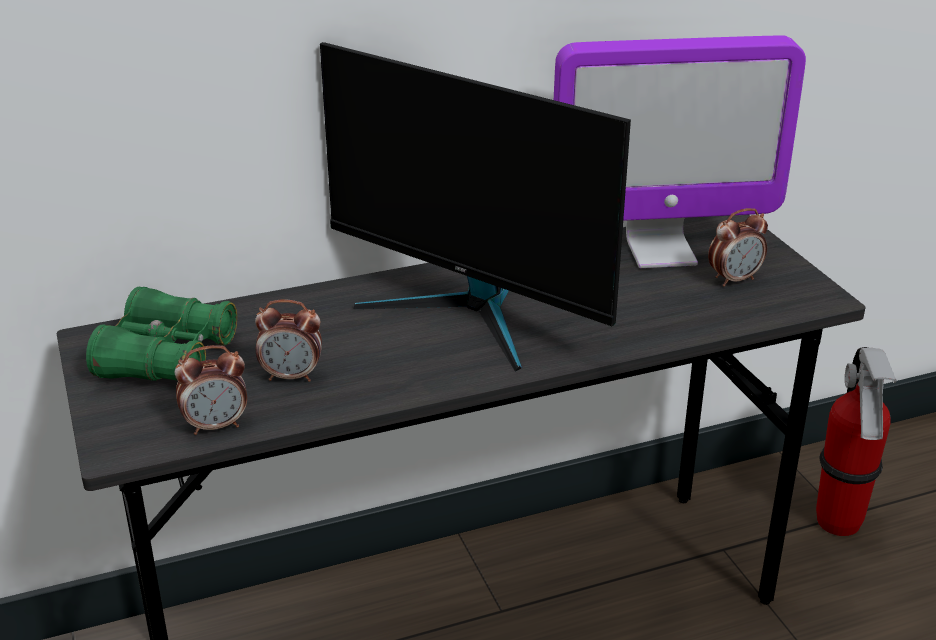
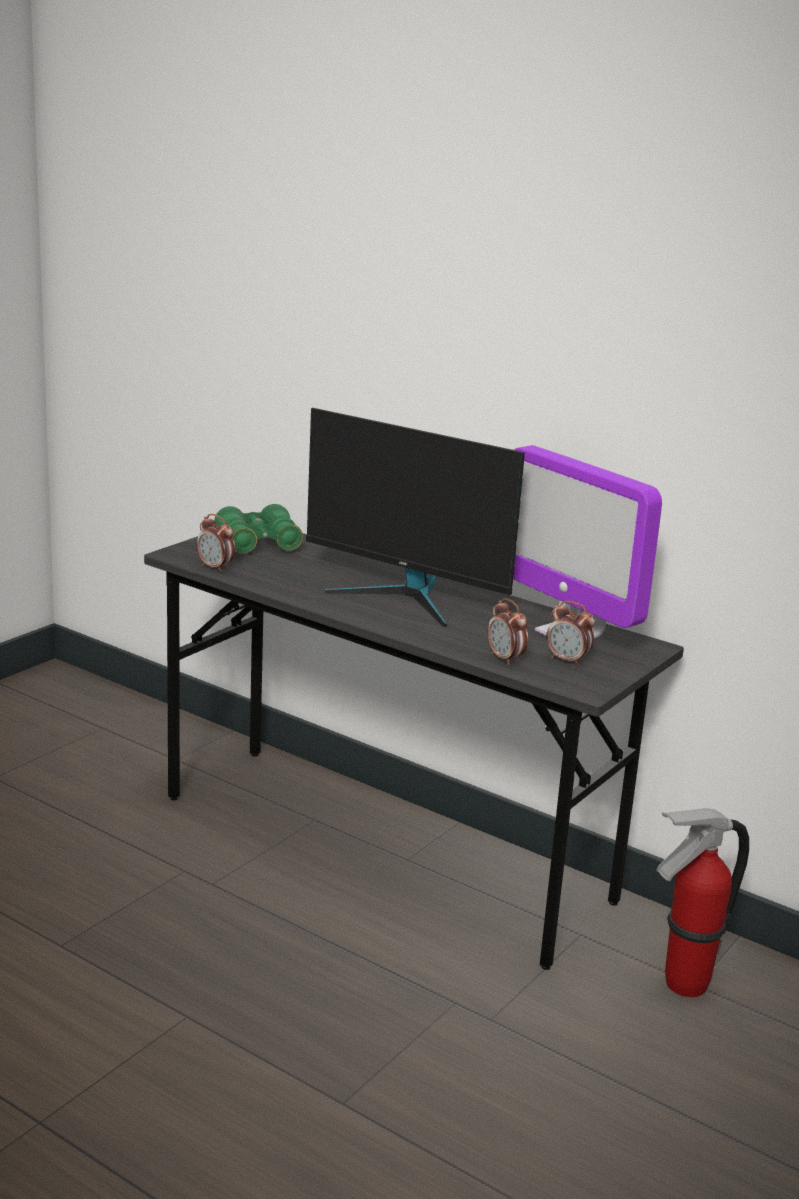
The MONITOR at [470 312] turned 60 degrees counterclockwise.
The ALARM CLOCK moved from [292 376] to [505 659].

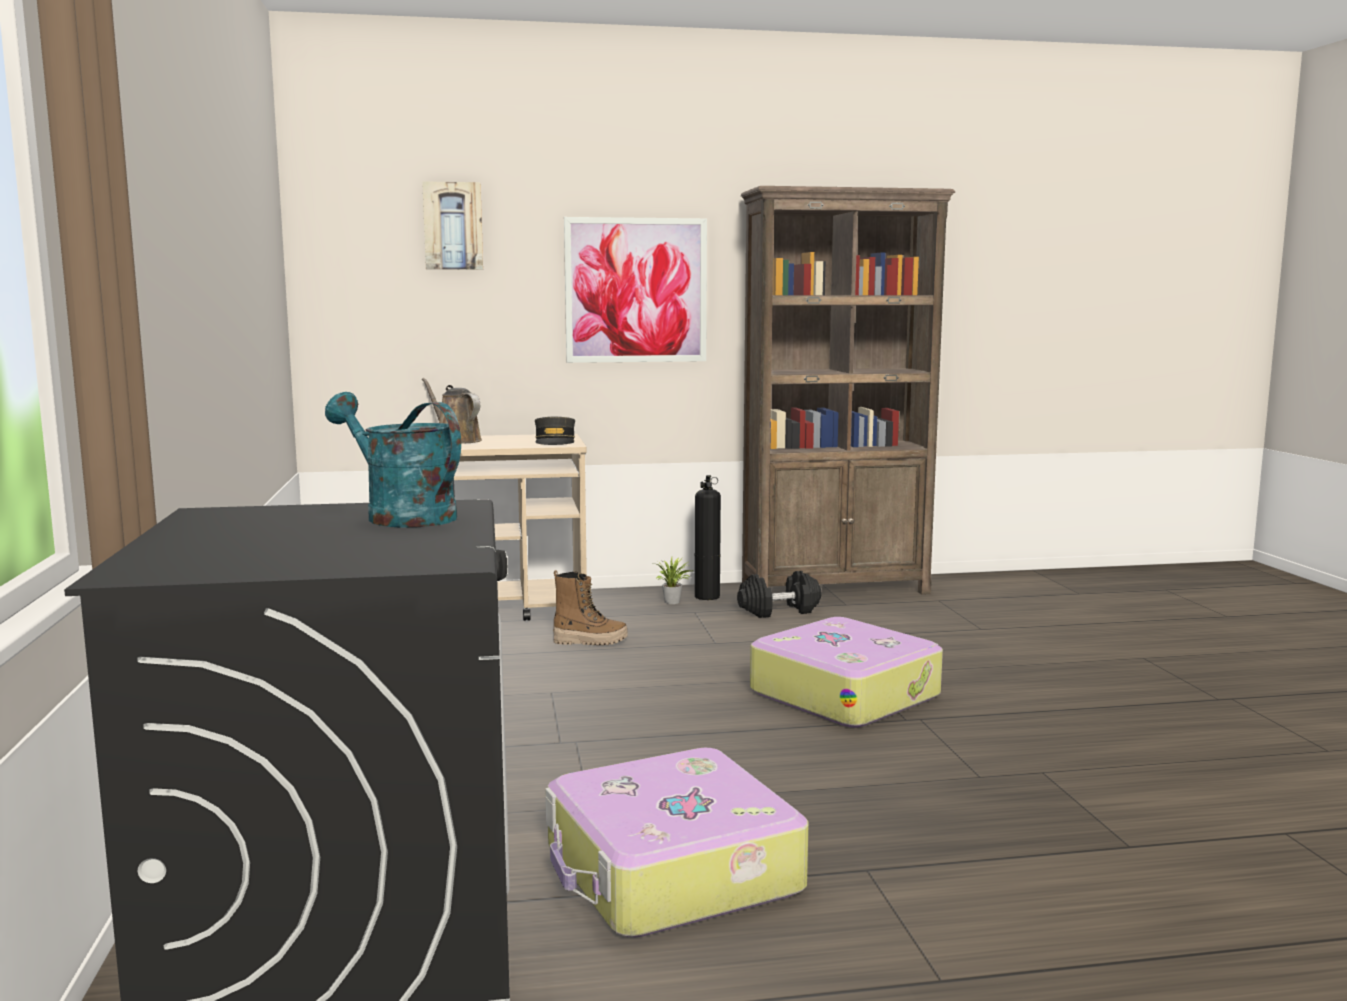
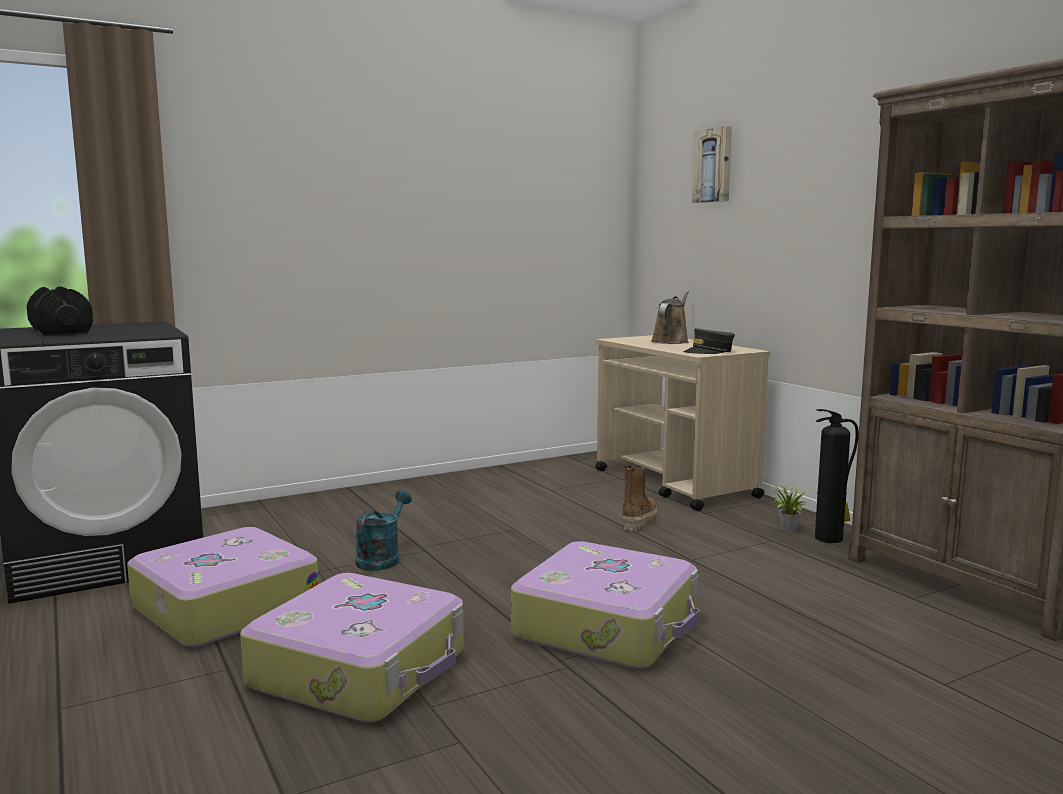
The BLACK DUMBBELL moved from [779 611] to [61 330].
The SUITCASE at [361 669] appeared.
The TURQUOISE WATERING CAN moved from [400 516] to [382 559].
The BOOT at [590 641] turned 135 degrees counterclockwise.
The PICTURE at [636 290] disappeared.

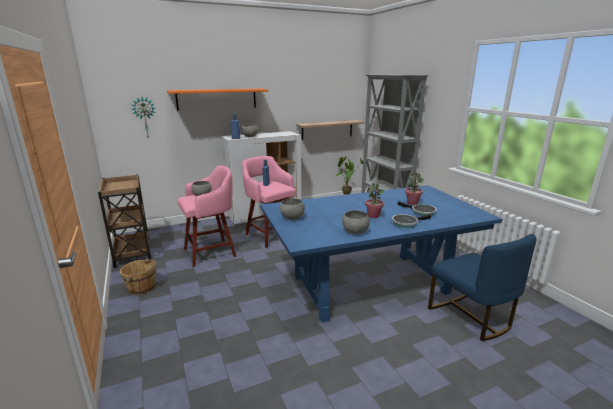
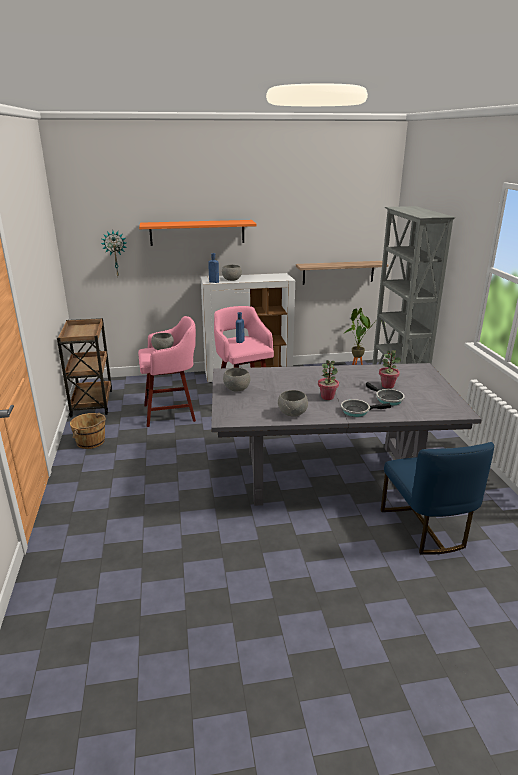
The BLUE DINING TABLE at [369 284] became the GREY DINING TABLE at [327 474].

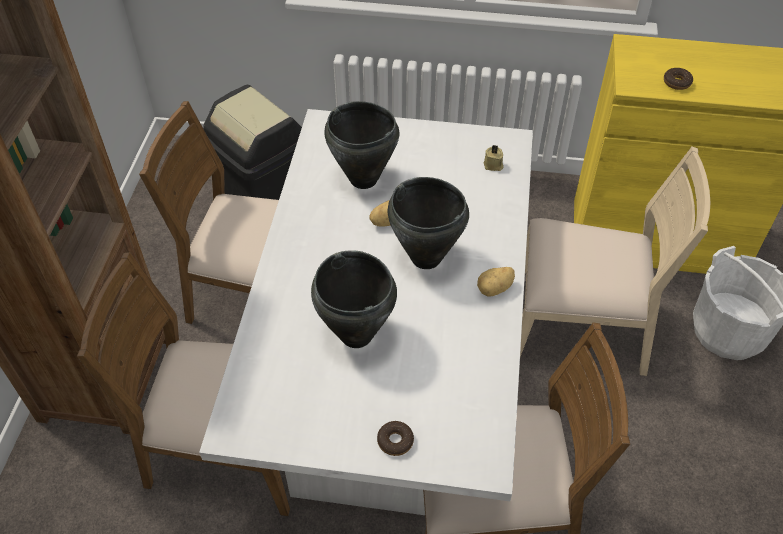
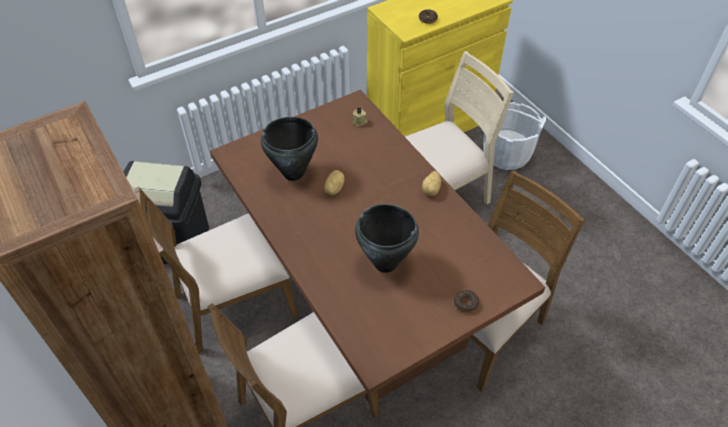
The WHITE DINING TABLE at [393 383] became the BROWN DINING TABLE at [365 298].
The BLACK COOKING POT at [426 258] disappeared.

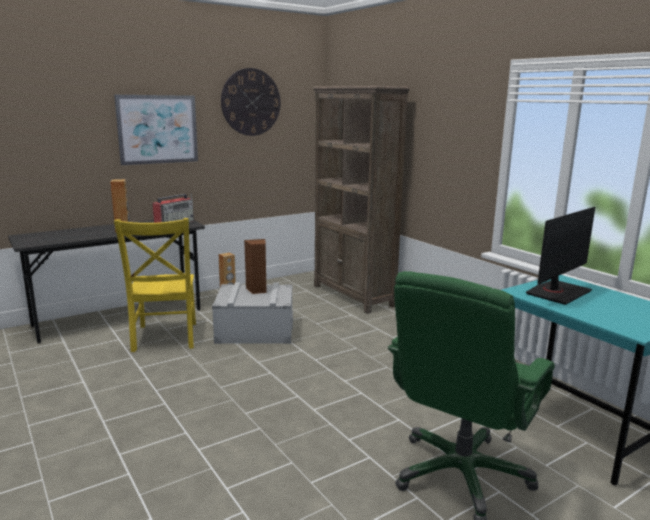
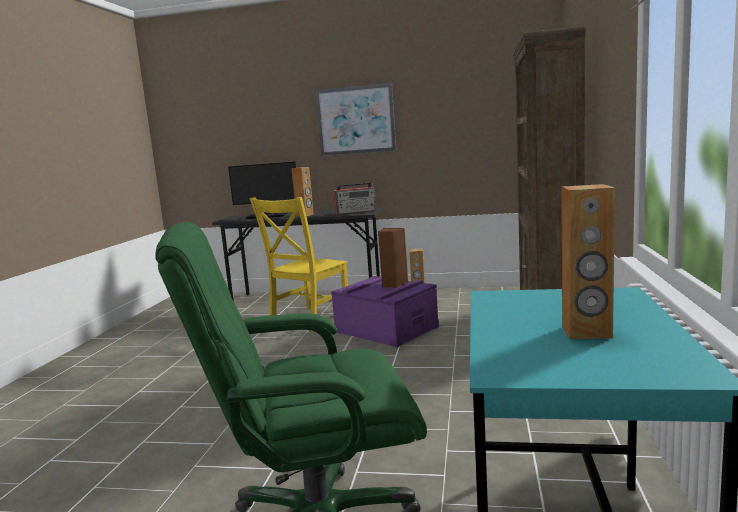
The MONITOR moved from [557 292] to [267 215].
The GREY STORAGE BOX at [255 331] became the PURPLE STORAGE BOX at [386 329].
The BROWN SPEAKER at [586 332] appeared.
The WALL CLOCK at [251 102] disappeared.

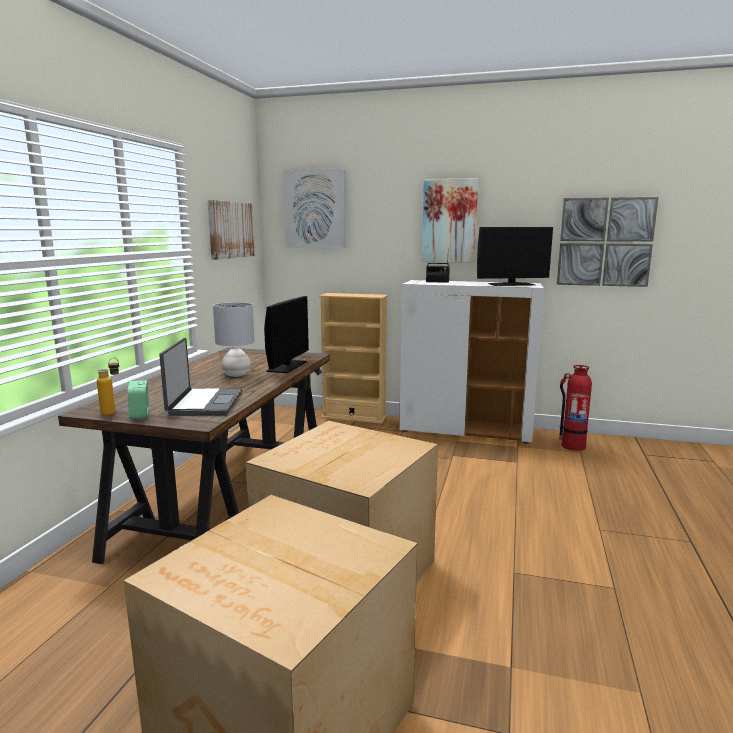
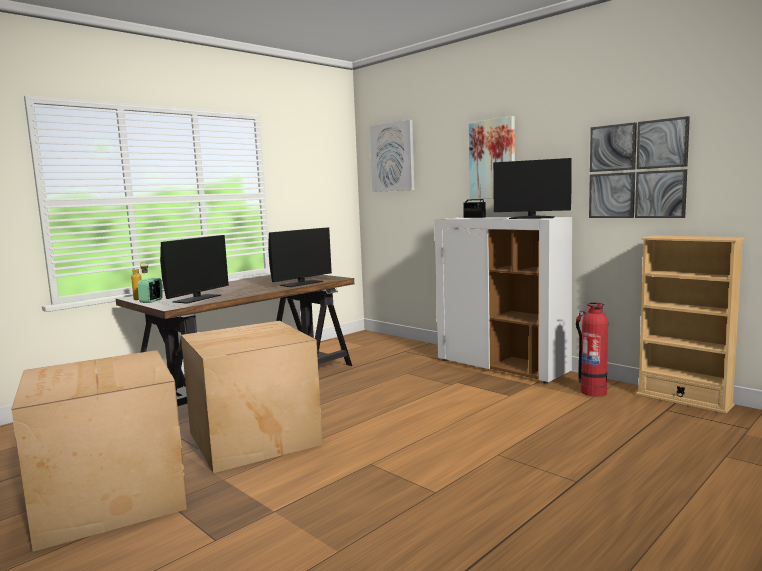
The LAPTOP at [204 403] was replaced by the MONITOR at [197 298].
The BEIGE BOOKCASE moved from [354 417] to [683 400].
The PICTURE at [231 230] disappeared.
The GREY TABLE LAMP at [236 374] disappeared.

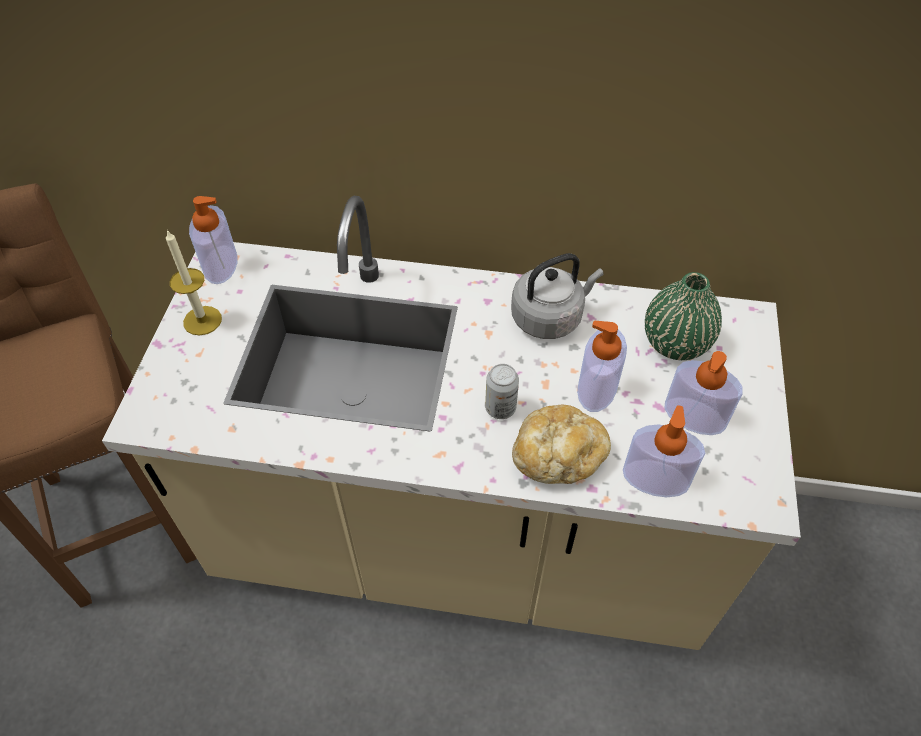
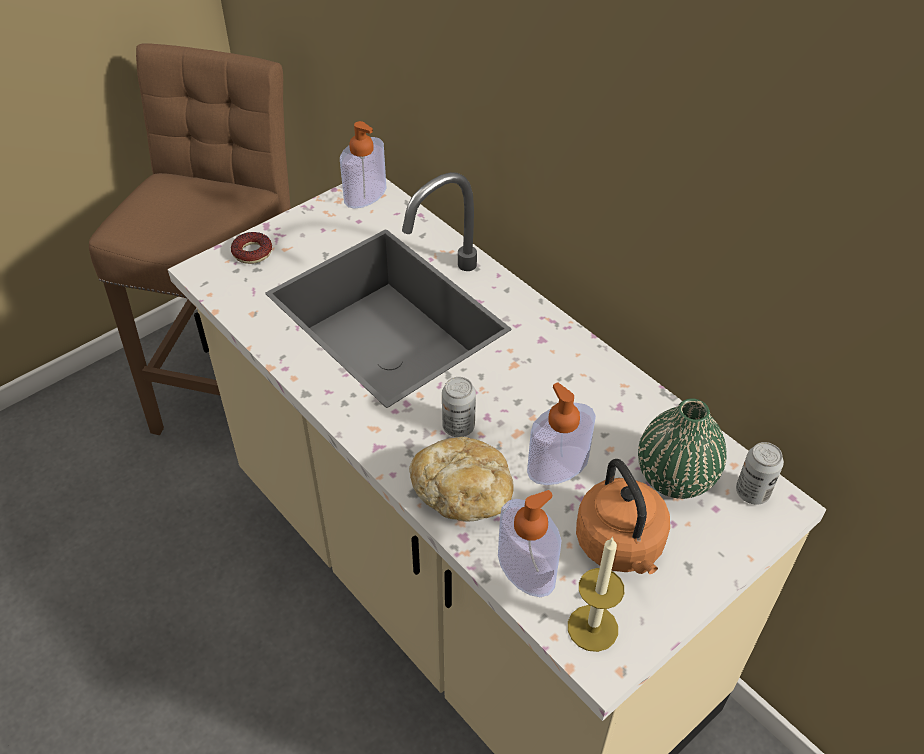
The DONUT at [252 252] appeared.
The CANDLE moved from [202 320] to [592 628].
The SOAP DISPENSER at [694 416] was replaced by the ORANGE KETTLE at [621 546].
The CAN at [752 492] appeared.
The GREY KETTLE at [549 317] disappeared.

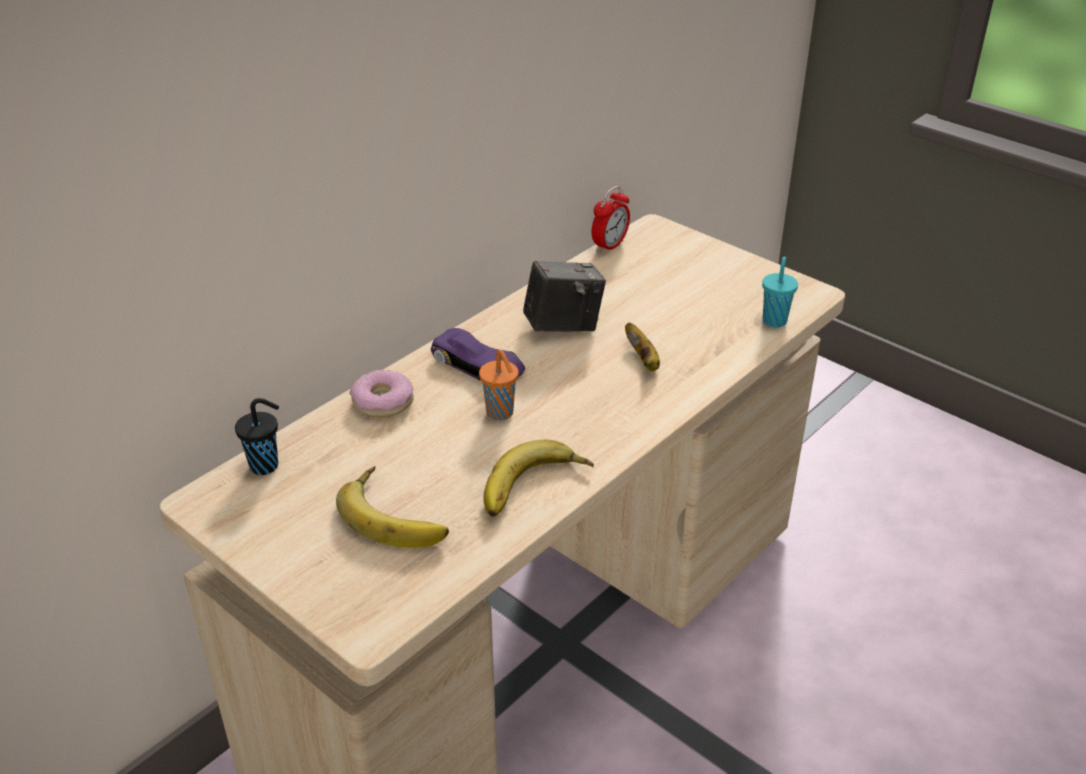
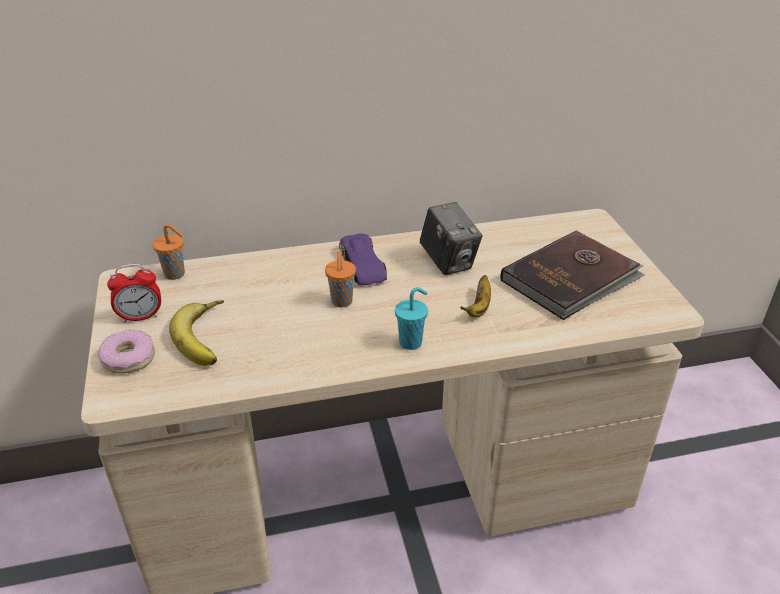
The DONUT moved from [383 402] to [129 358].
The ALARM CLOCK moved from [610 246] to [141 317].
The BLACK CUP at [266 465] became the ORANGE CUP at [176 274].
The TURQUOISE CUP moved from [774 320] to [411 342].
The PHOTO CAMERA at [563 326] turned 45 degrees clockwise.
The BROWN BOOK at [571 279] appeared.
The BANANA at [535 489] disappeared.

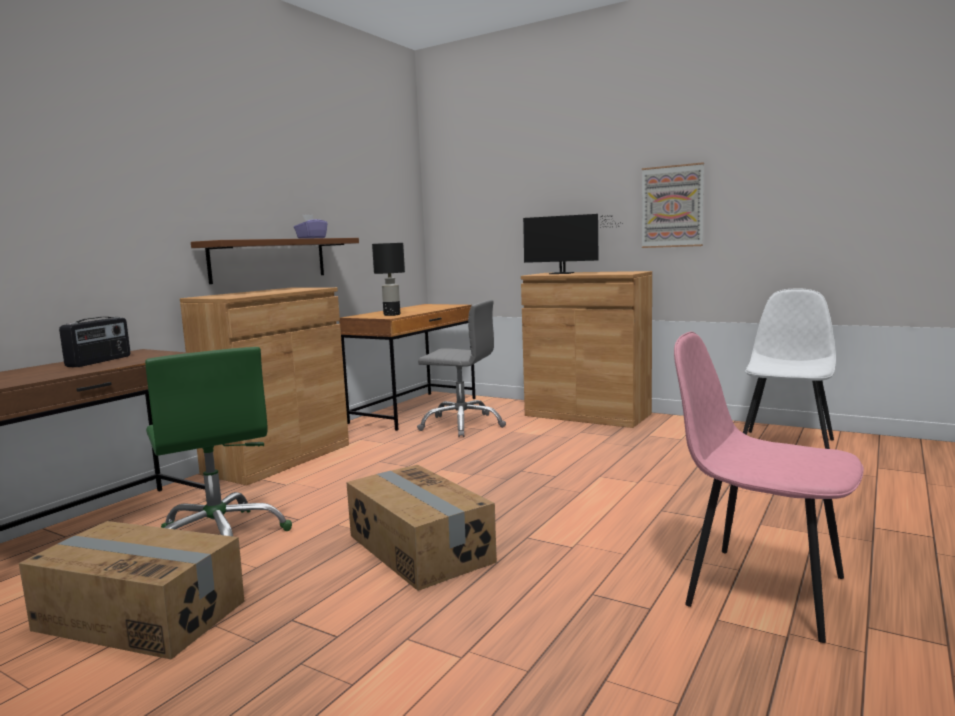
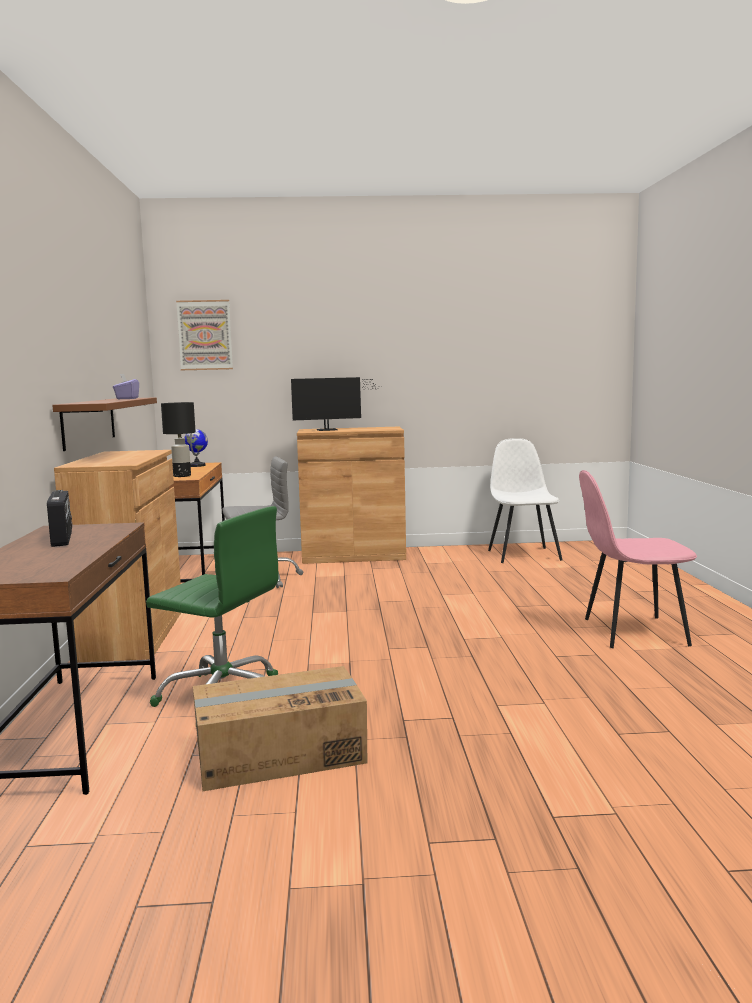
The PICTURE moved from [672 206] to [205 335].
The GLOBE at [197 465] appeared.
The CARDBOARD BOX at [418 549] disappeared.

